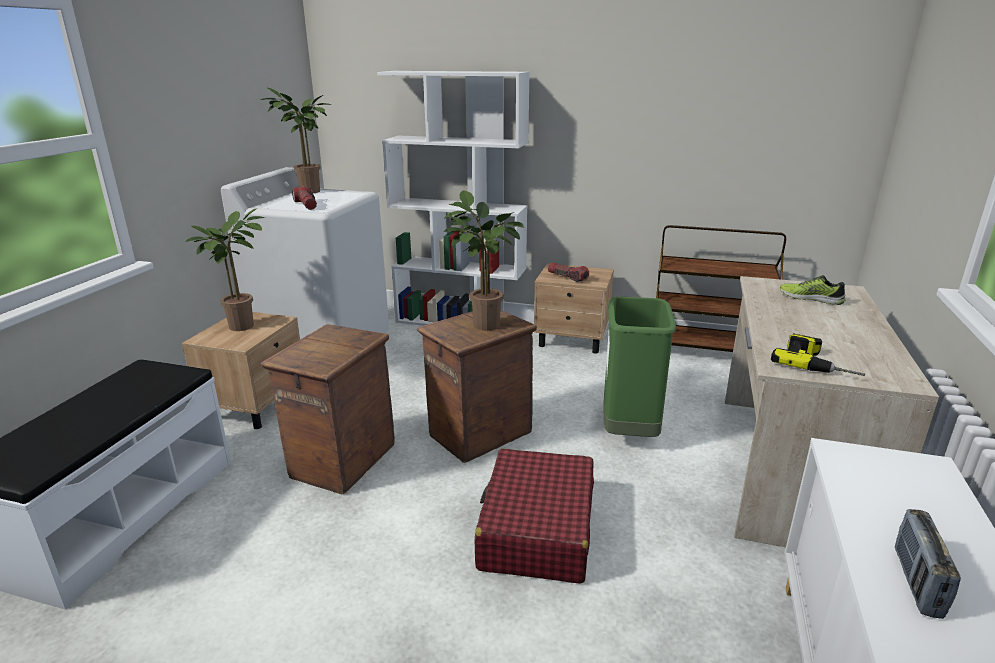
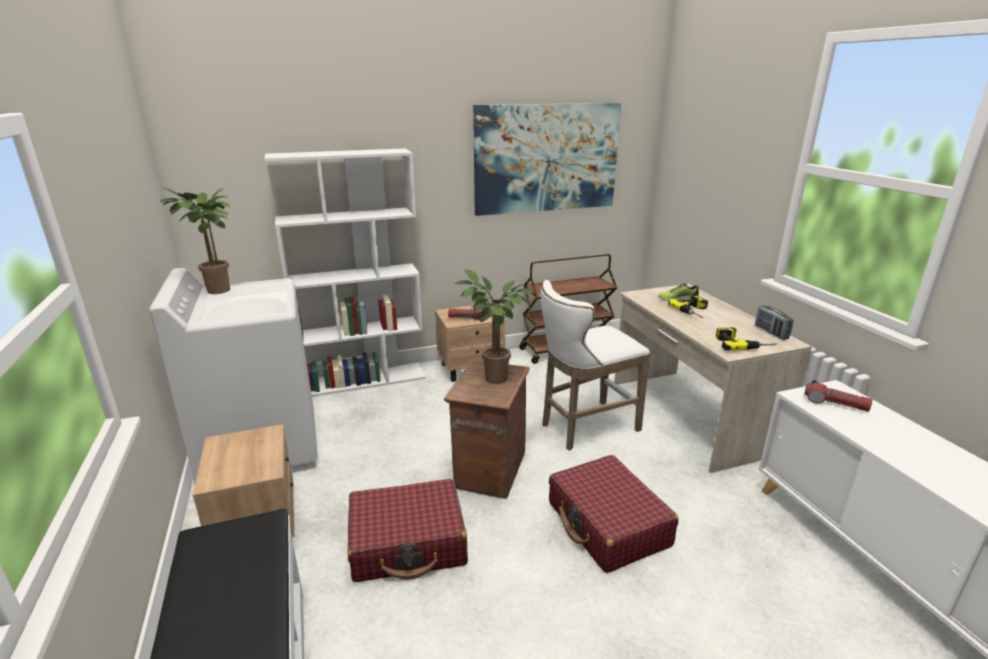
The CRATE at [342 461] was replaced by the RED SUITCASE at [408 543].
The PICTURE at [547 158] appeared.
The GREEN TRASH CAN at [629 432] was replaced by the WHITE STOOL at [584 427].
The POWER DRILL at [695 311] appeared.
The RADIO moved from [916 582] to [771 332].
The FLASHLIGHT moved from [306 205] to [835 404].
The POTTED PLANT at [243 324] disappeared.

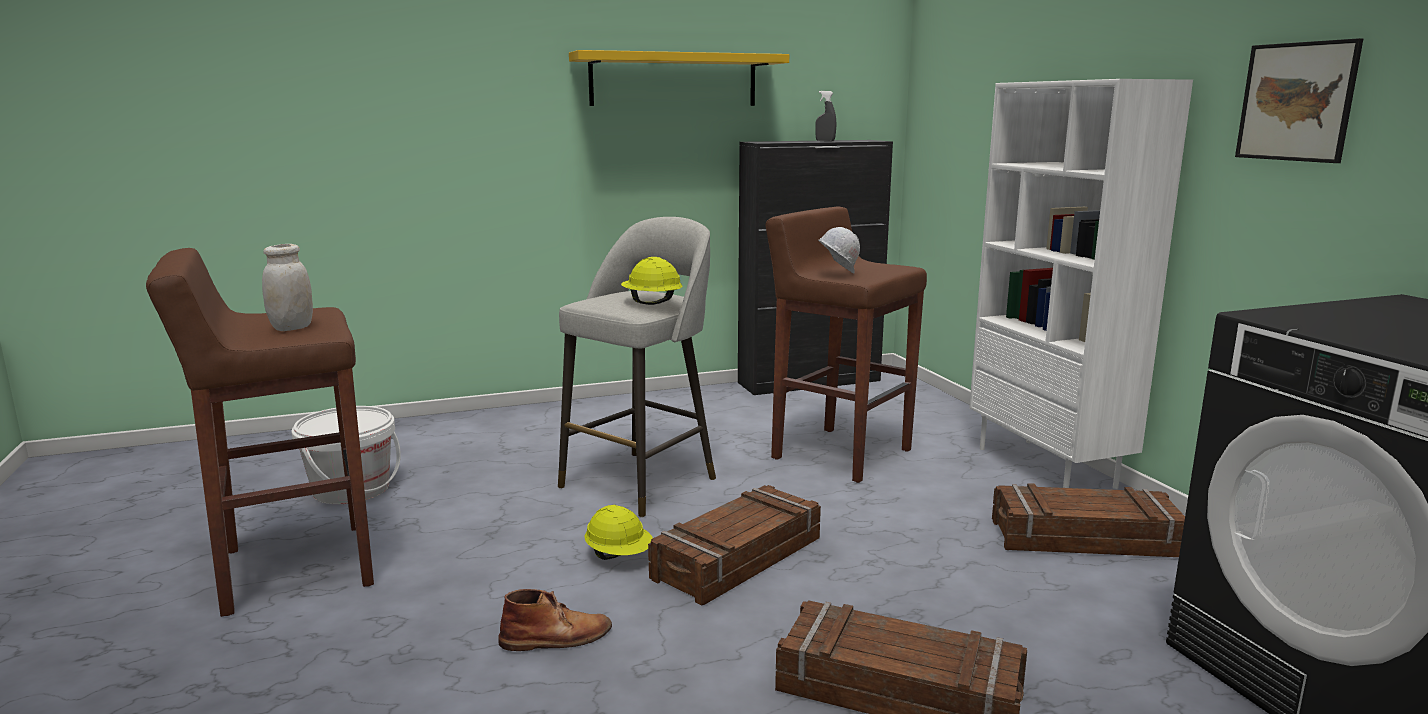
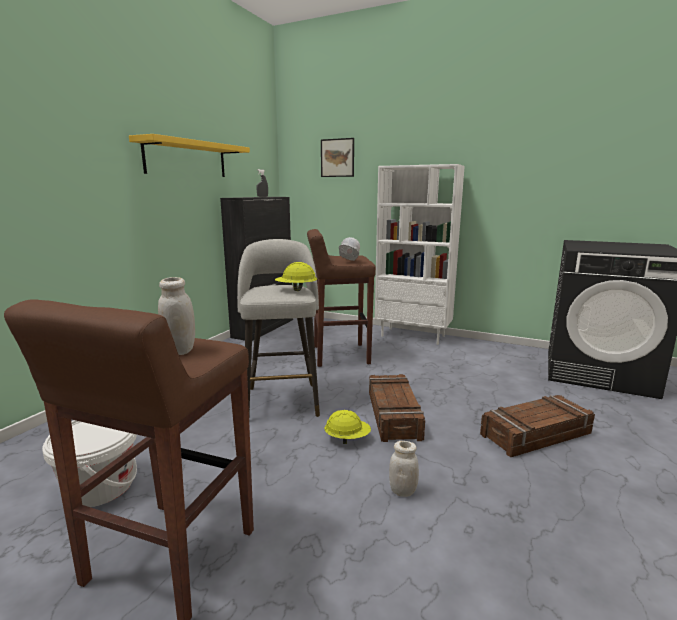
The PICTURE moved from [1296 102] to [337 158].
The BROWN BOOT at [557 638] was replaced by the WHITE JAR at [402 491].
The CRATE at [1085 539] disappeared.

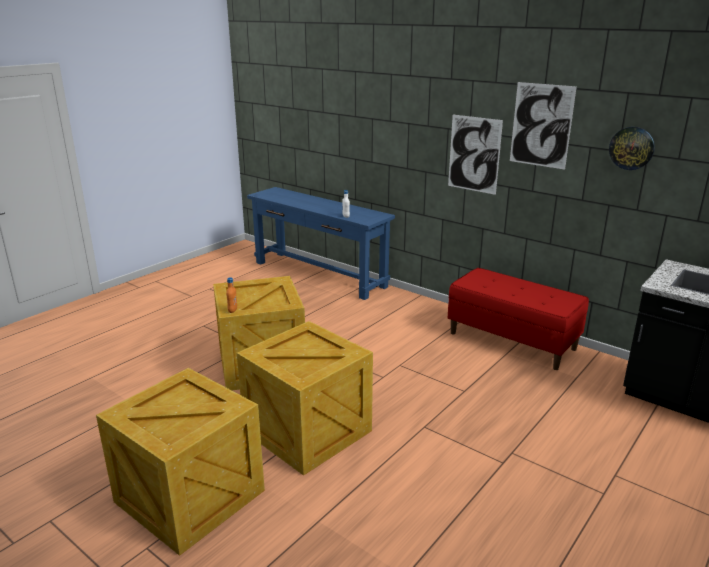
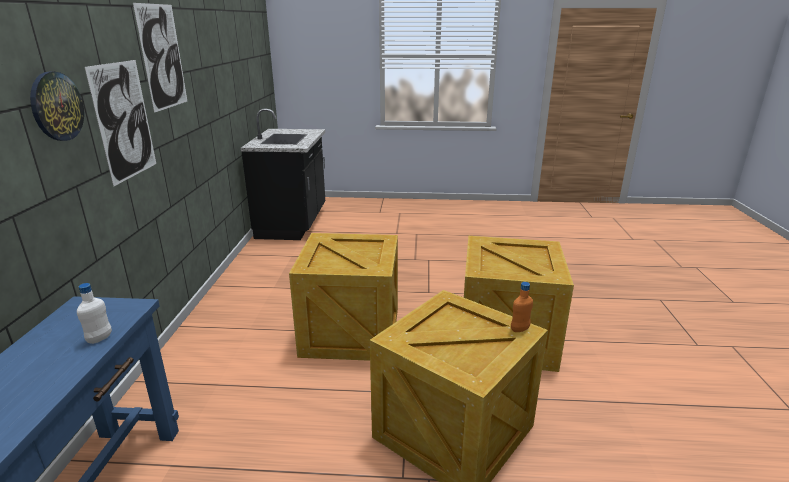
The WALL CLOCK moved from [631 148] to [56 106].
The CRATE moved from [187 496] to [352 332].
The RED BENCH at [512 341] disappeared.

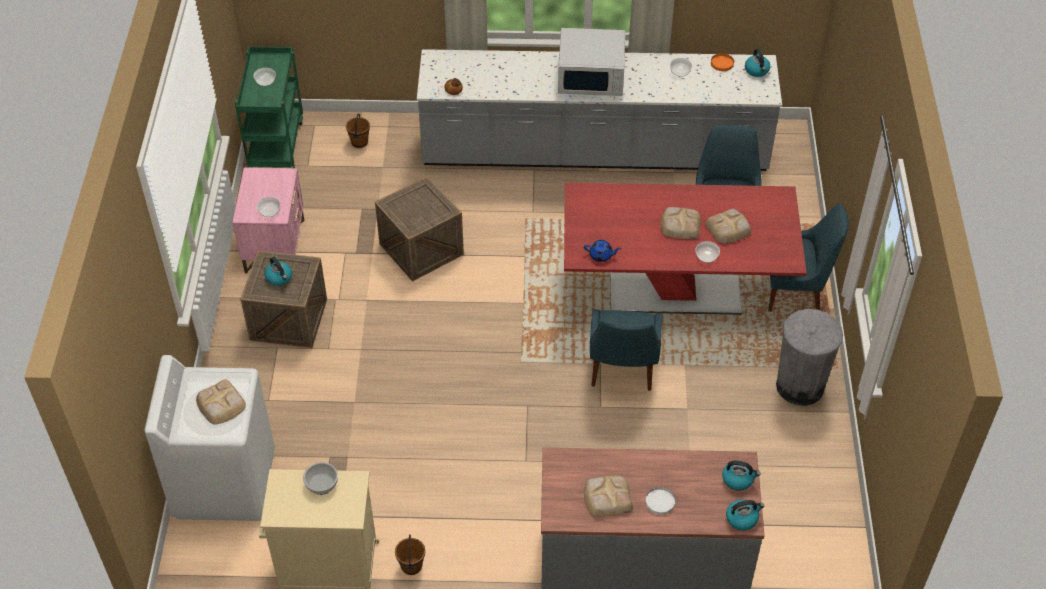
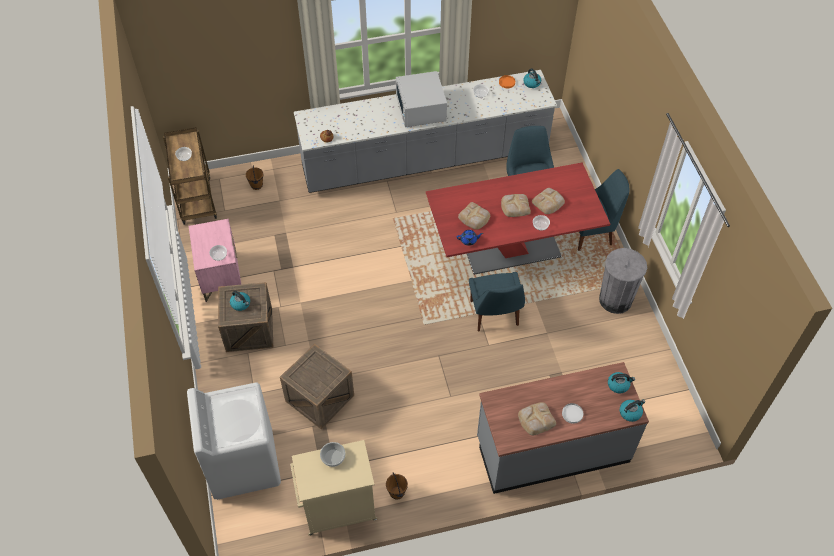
The GREEN CART at [275 145] became the BROWN CART at [196 199].
The CRATE moved from [421 249] to [319 398].
The WHITE MICROWAVE at [591 76] turned 90 degrees clockwise.
The BREAD moved from [221 405] to [474 218].

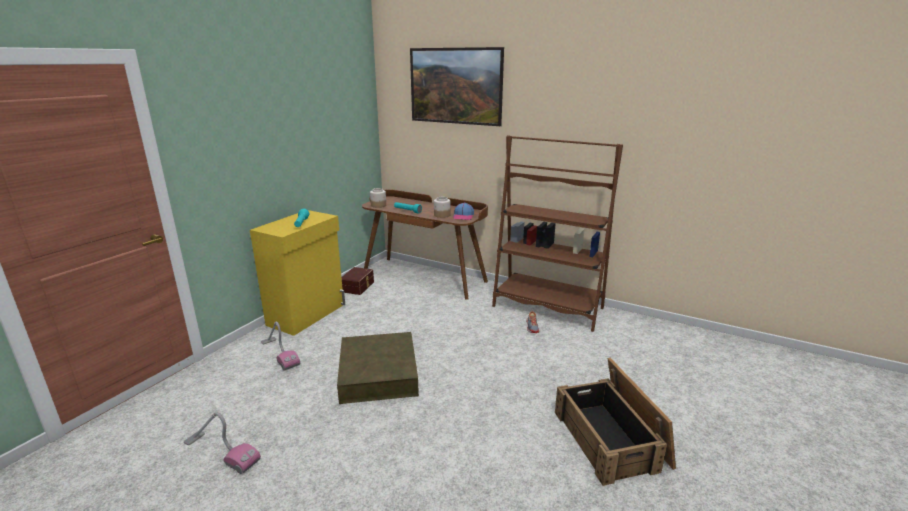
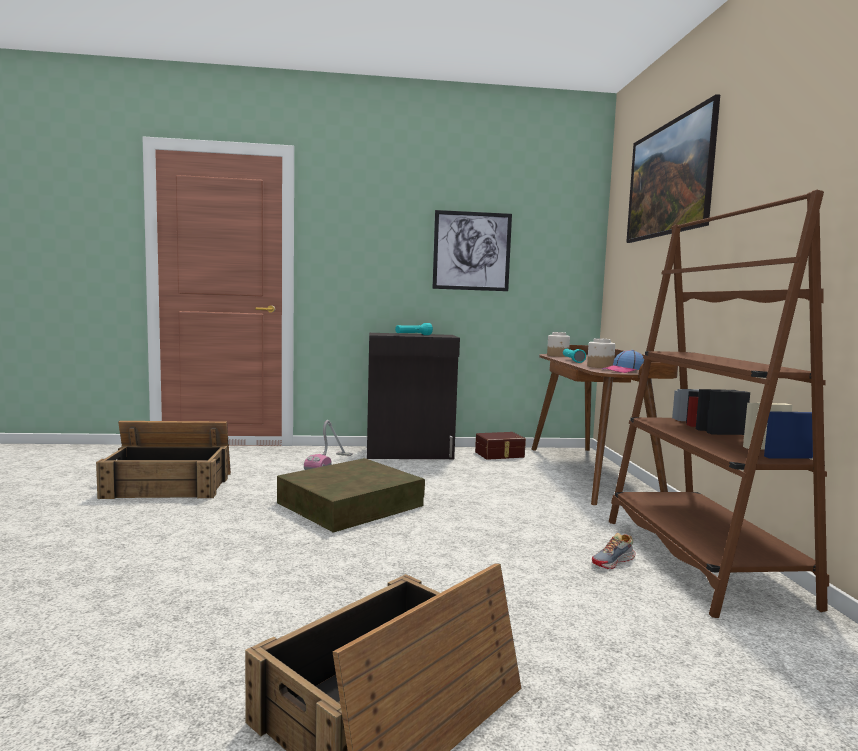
The VACUUM CLEANER at [221 452] was replaced by the CRATE at [170 485].
The YELLOW CABINET at [307 314] became the BLACK CABINET at [410 453].
The PICTURE at [472 251] appeared.

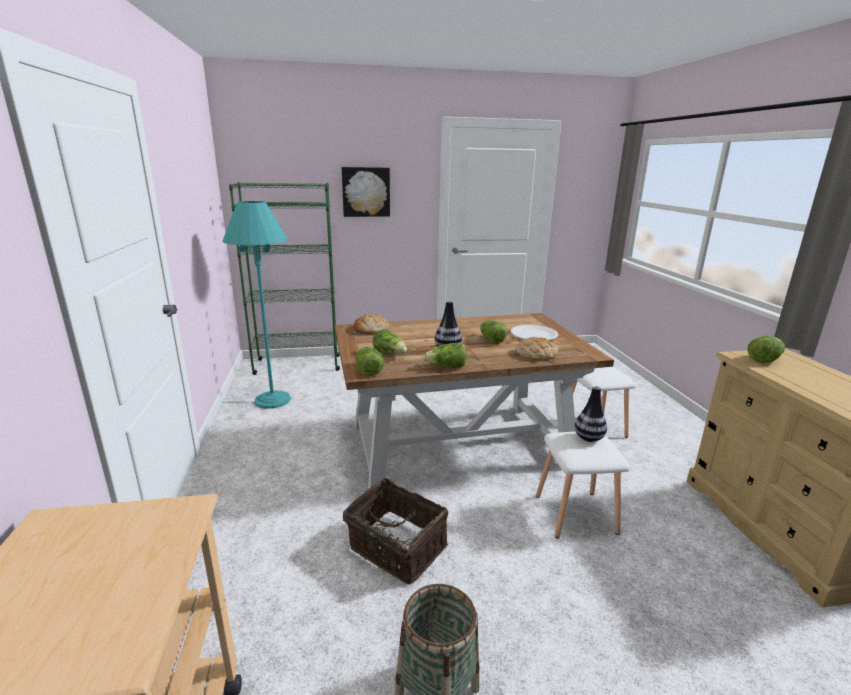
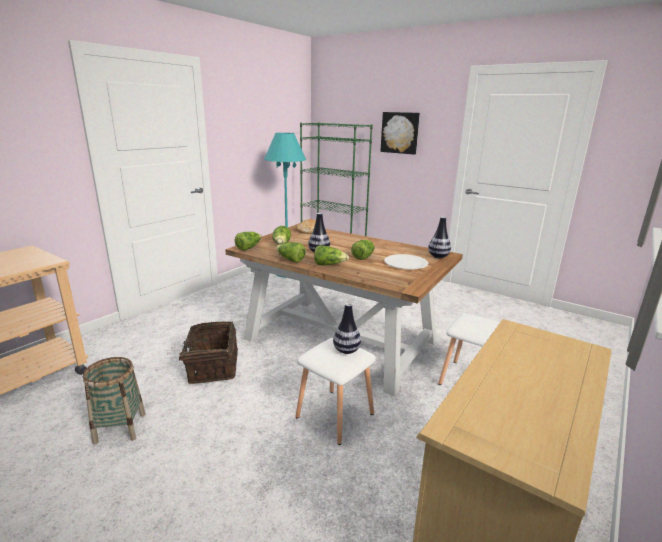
The LETTUCE moved from [764 359] to [329 265].
The VASE at [438 257] appeared.
The BREAD at [536 354] disappeared.

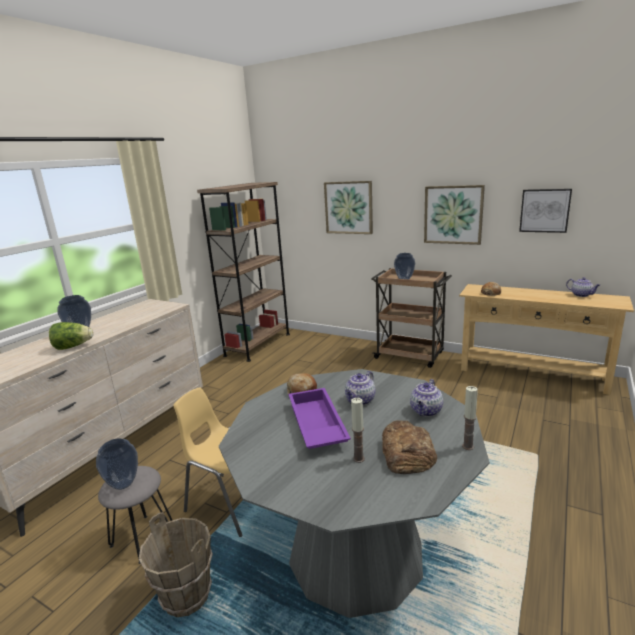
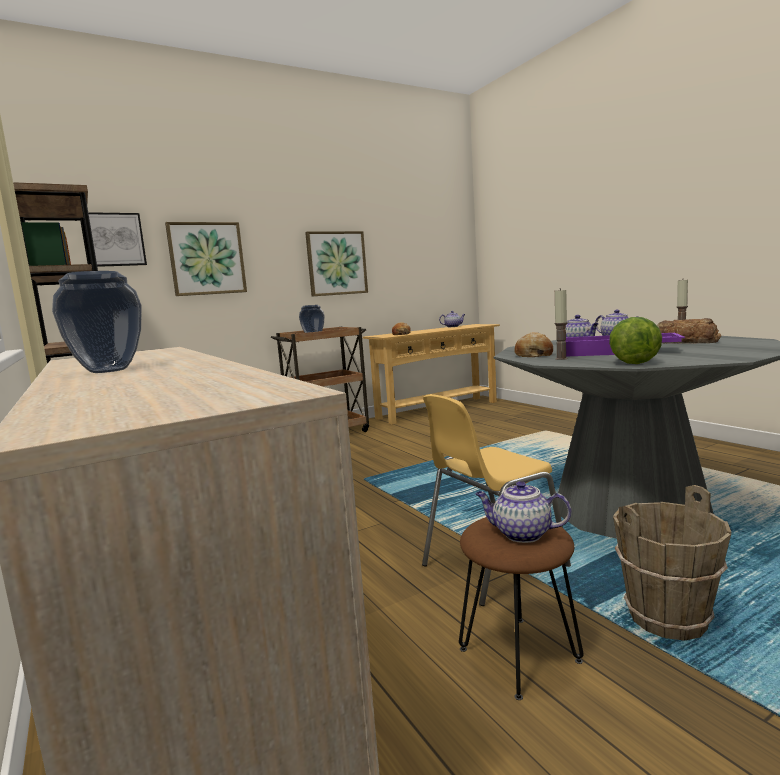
The PICTURE moved from [544 210] to [114 239].
The GREY STOOL at [142 538] became the BROWN STOOL at [518 655].
The VASE at [123 484] was replaced by the TEAPOT at [521 534].
The CANDLE moved from [358 458] to [561 359].
The LETTUCE moved from [73 347] to [632 361].

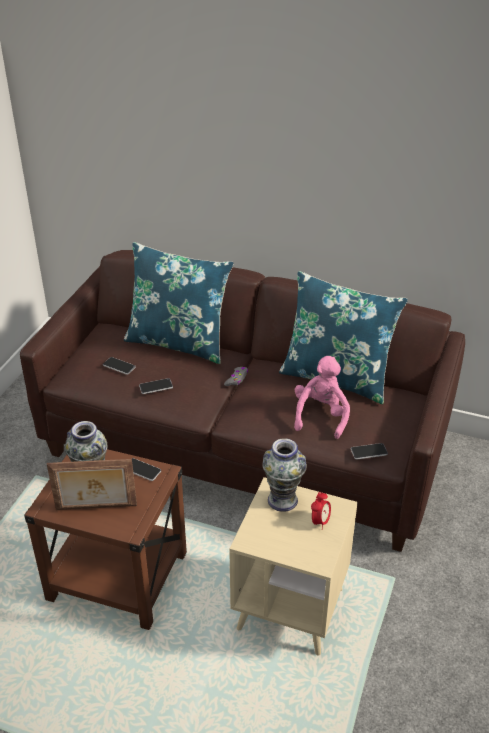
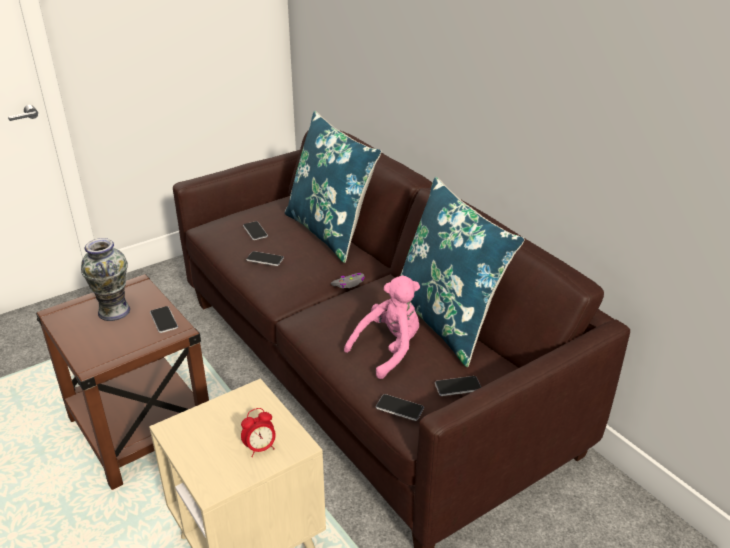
The PHONE at [458 387] appeared.
The PICTURE FRAME at [96 508] disappeared.
The VASE at [282 500] disappeared.

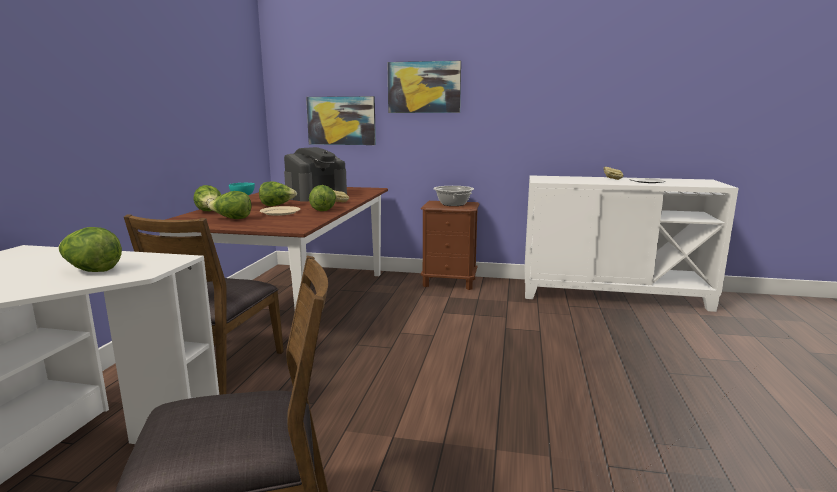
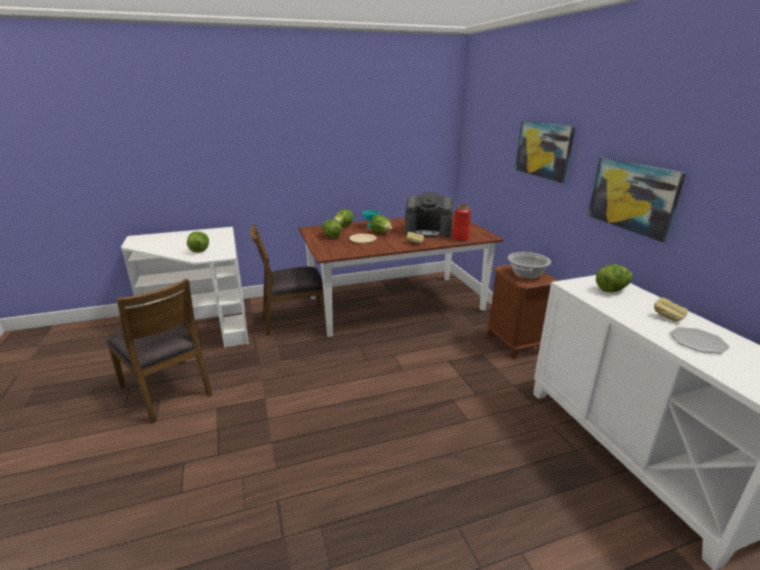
The RED VASE at [460 238] appeared.
The PICTURE moved from [341 120] to [632 196].
The LETTUCE moved from [323 210] to [611 289].

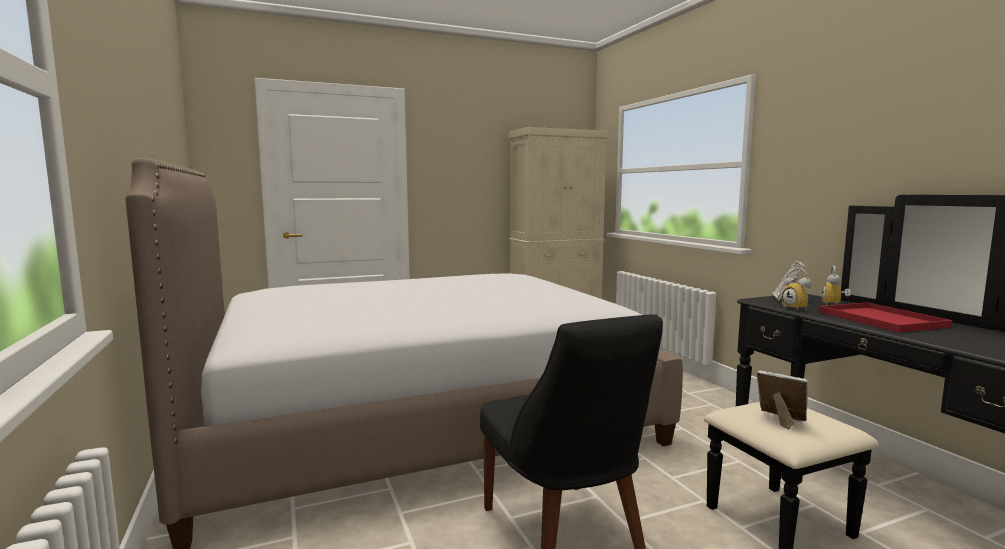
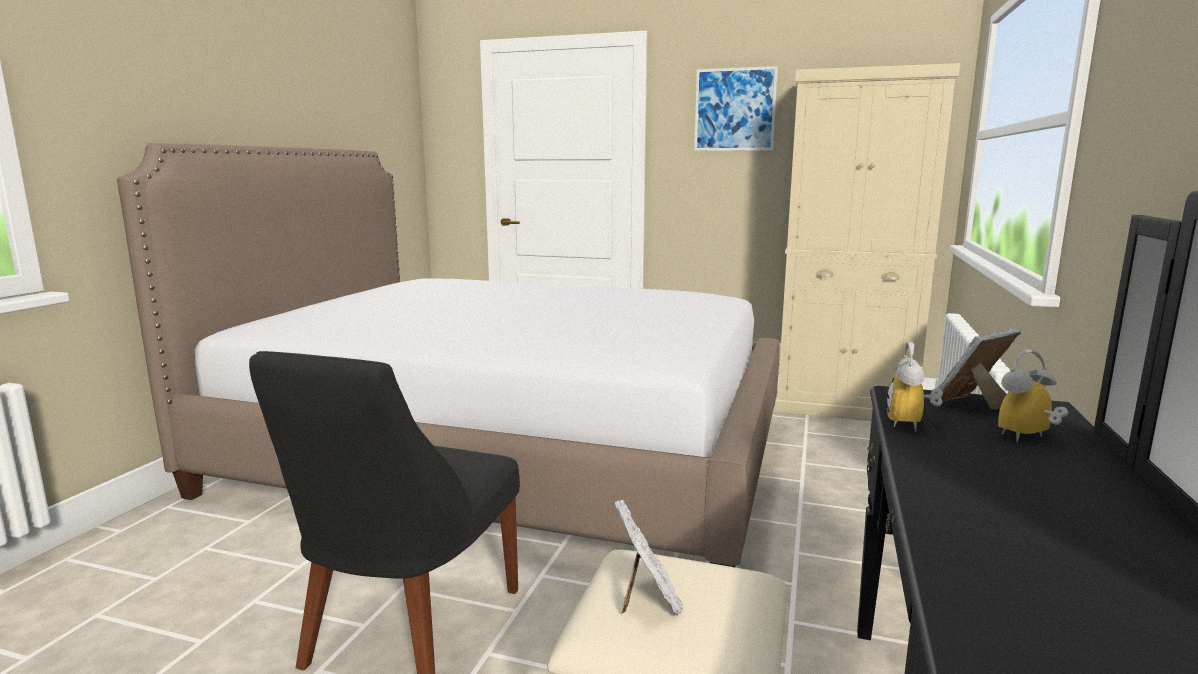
The PICTURE at [734 109] appeared.
The RED TRAY at [883 319] disappeared.

